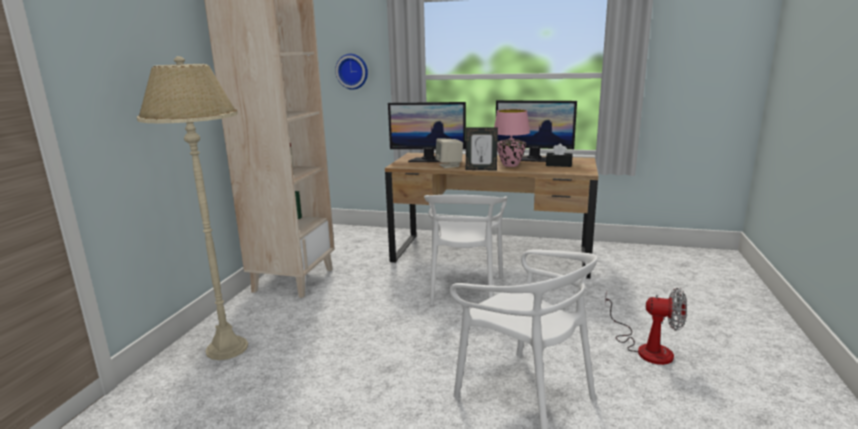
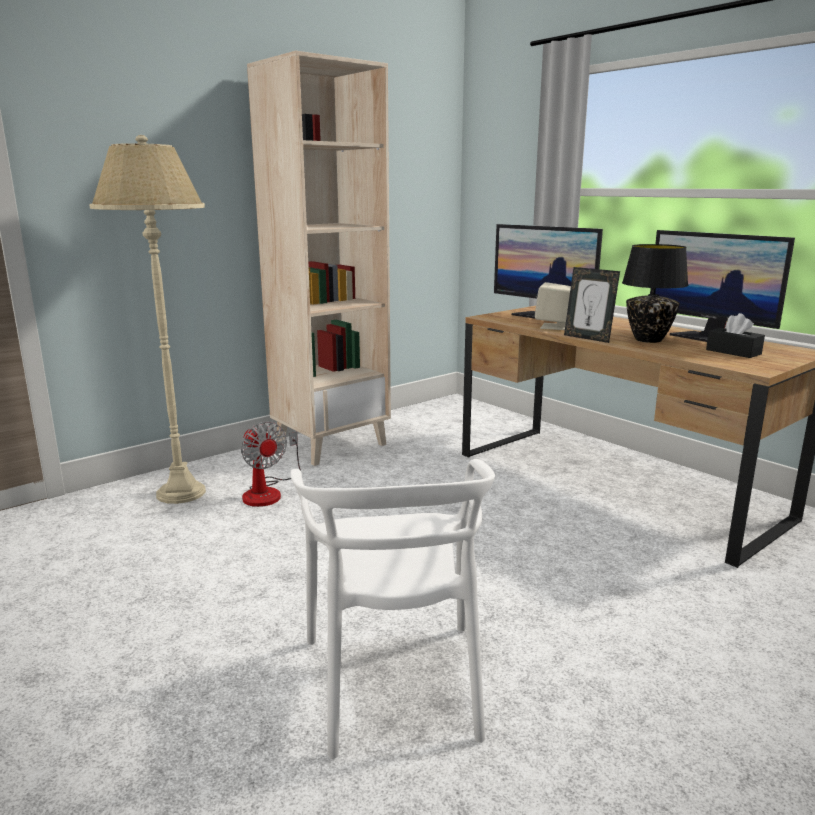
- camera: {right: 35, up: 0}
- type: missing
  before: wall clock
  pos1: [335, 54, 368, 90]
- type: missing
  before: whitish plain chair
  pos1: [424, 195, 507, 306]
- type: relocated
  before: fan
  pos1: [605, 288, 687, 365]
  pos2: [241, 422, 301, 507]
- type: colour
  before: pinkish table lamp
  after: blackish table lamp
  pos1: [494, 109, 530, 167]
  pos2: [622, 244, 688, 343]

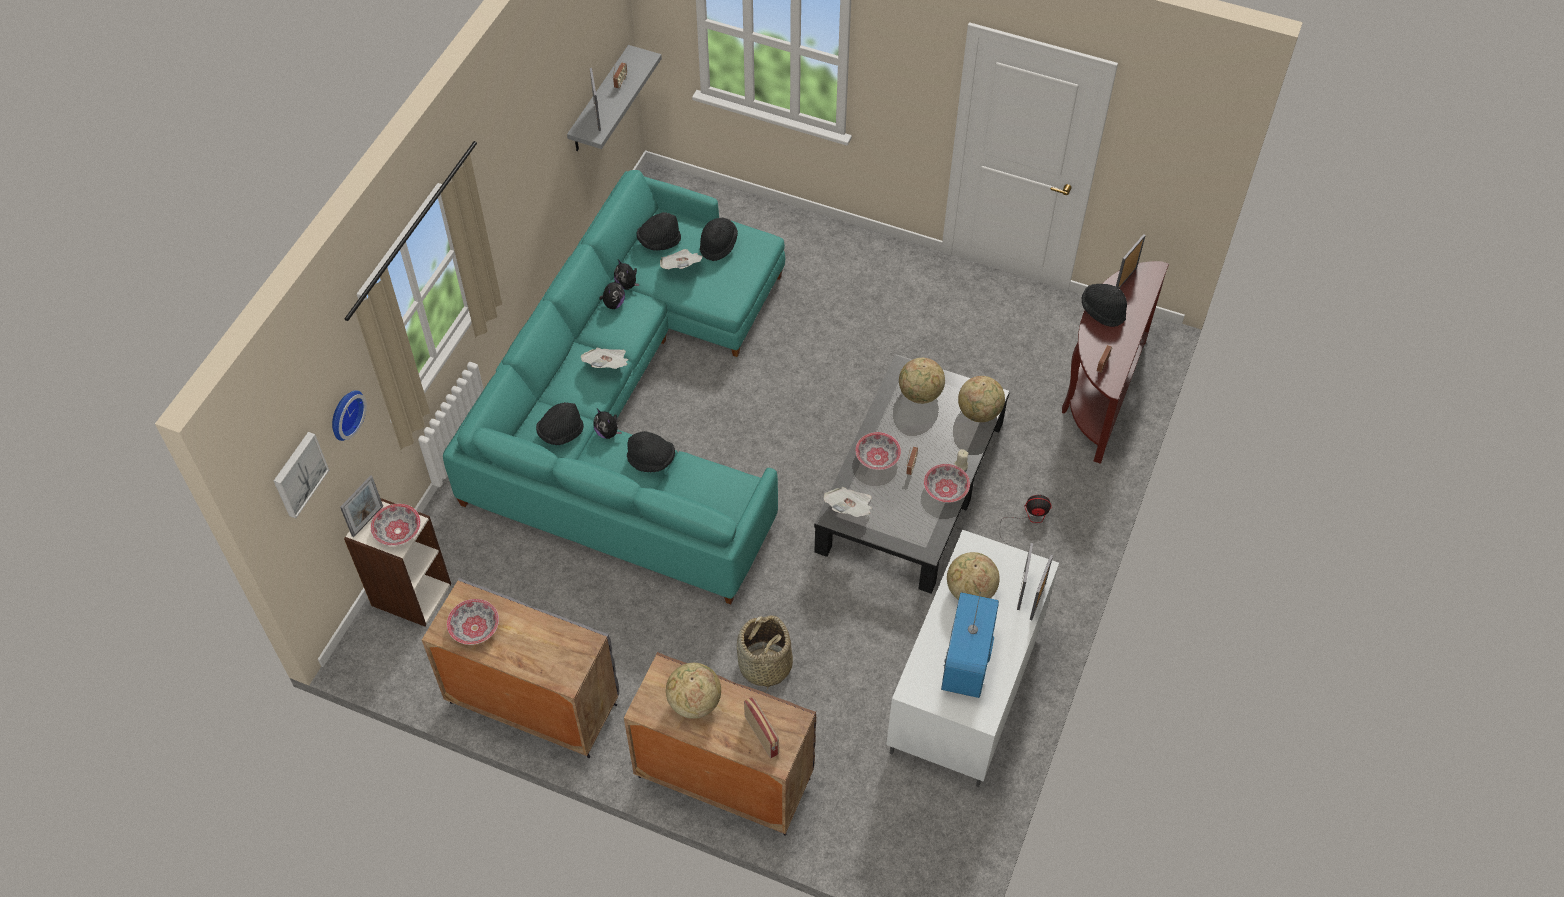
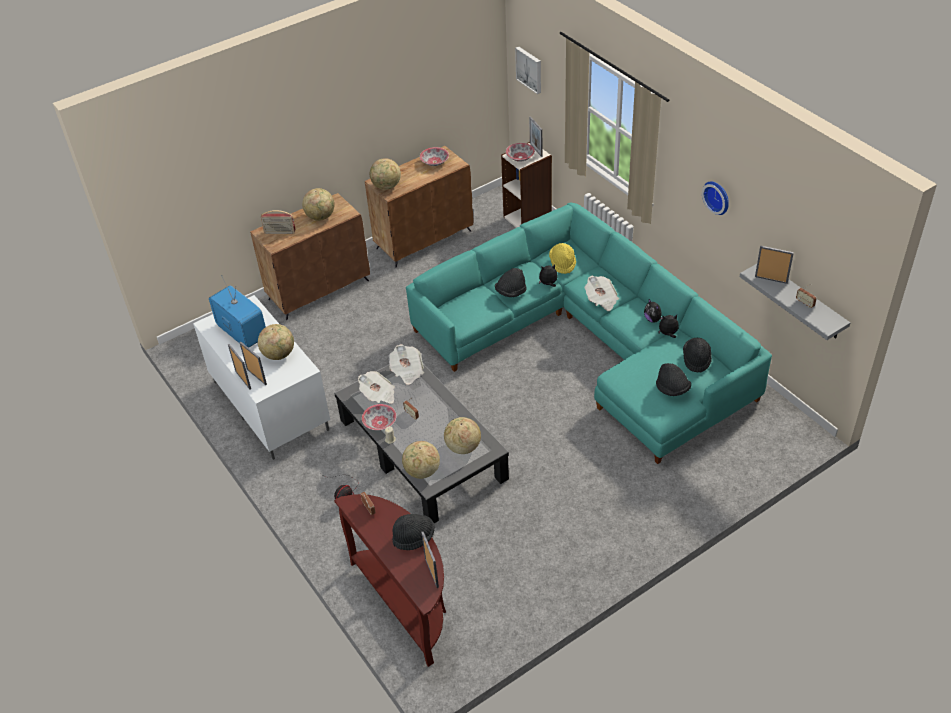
- camera: {right: 125, up: -10}
- type: missing
  before: storage basket
  pos1: [737, 615, 793, 691]
- type: missing
  before: serving bowl
  pos1: [855, 432, 901, 470]
- type: appeared
  after: world globe
  pos2: [370, 158, 401, 190]
- type: relocated
  before: wall clock
  pos1: [332, 390, 367, 441]
  pos2: [702, 181, 729, 215]
- type: relocated
  before: printed paper
  pos1: [660, 249, 703, 269]
  pos2: [358, 371, 395, 404]
- type: colour
  before: greyish cupboard
  after: brown-coloured cupboard
  pos1: [422, 578, 619, 758]
  pos2: [365, 146, 473, 268]
- type: colour
  before: blackish hat
  after: yellow-coloured hat
  pos1: [536, 402, 584, 445]
  pos2: [549, 243, 576, 274]

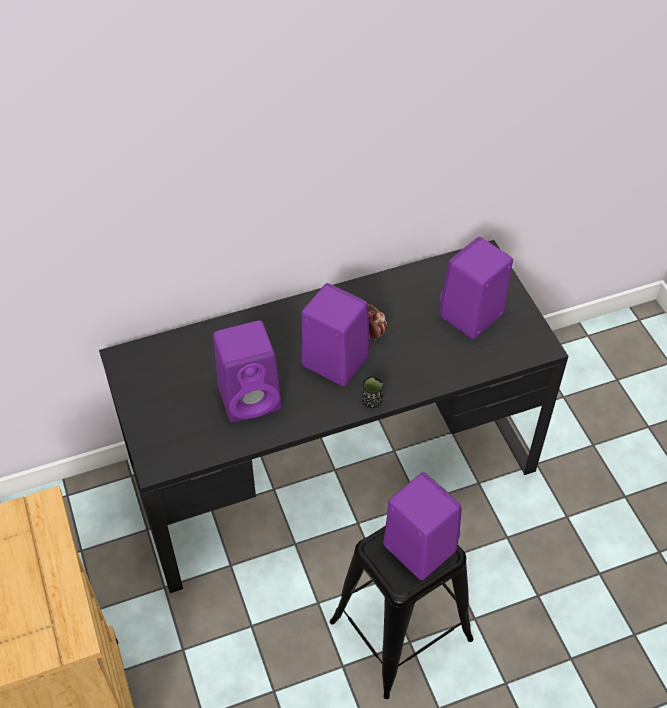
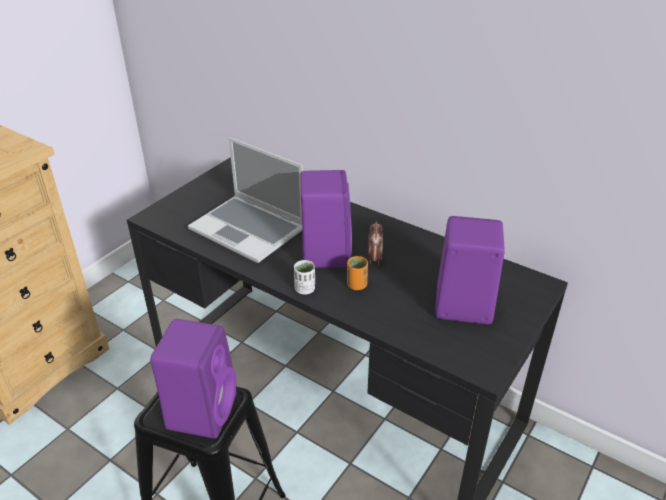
- camera: {right: 55, up: -15}
- type: appeared
  after: orange cup
  pos2: [347, 256, 368, 290]
- type: exchanged
  before: purplish audio speaker
  after: notebook computer
  pos1: [213, 320, 281, 423]
  pos2: [188, 137, 303, 263]
- type: colour
  before: blackish cup
  after: whitish cup
  pos1: [362, 376, 384, 408]
  pos2: [294, 260, 315, 295]

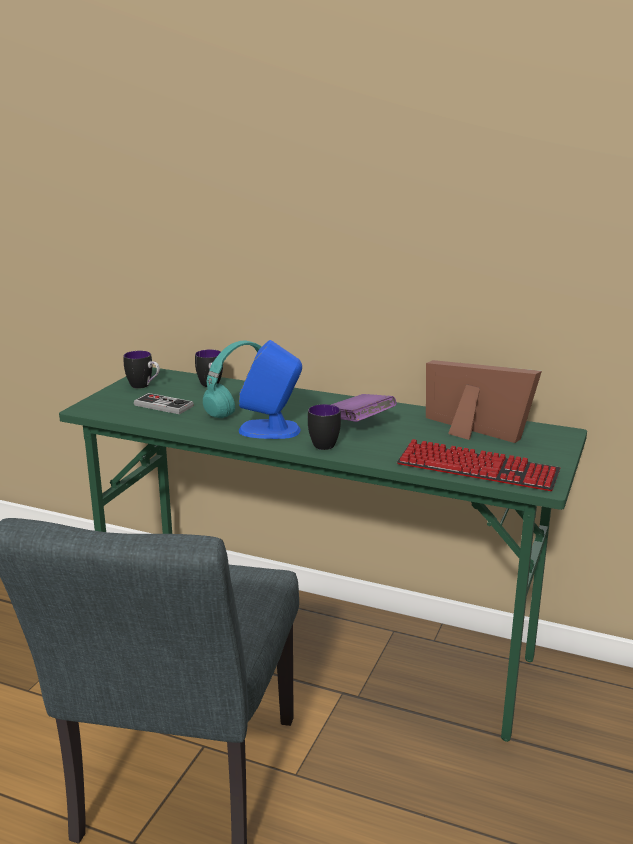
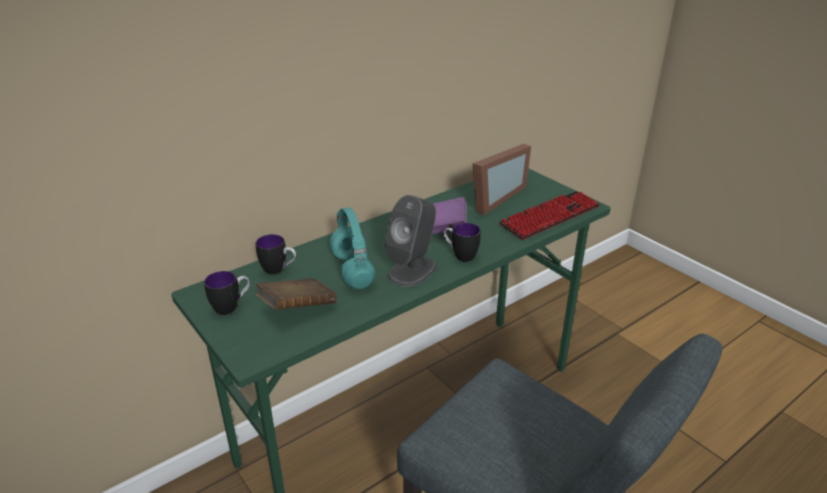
- camera: {right: -60, up: 10}
- type: exchanged
  before: gamepad
  after: brown-coloured book
  pos1: [134, 393, 194, 414]
  pos2: [256, 278, 337, 310]
- type: colour
  before: blue-coloured audio speaker
  after: greyish audio speaker
  pos1: [239, 340, 302, 439]
  pos2: [385, 195, 437, 287]
- type: spun
  before: photo frame
  pos1: [426, 360, 542, 443]
  pos2: [473, 144, 531, 215]
  turn: 150

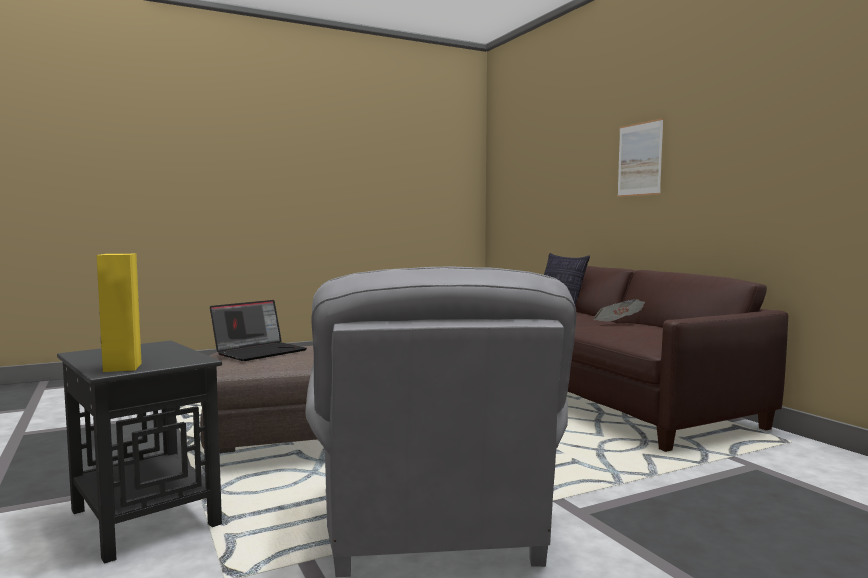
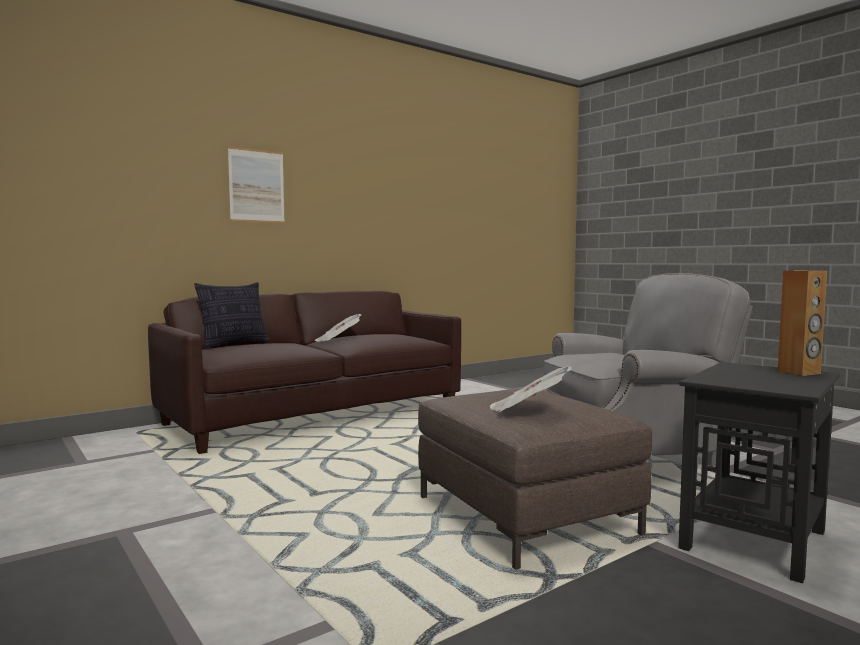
- camera: {right: -100, up: 0}
- type: exchanged
  before: notebook computer
  after: printed paper
  pos1: [210, 300, 307, 361]
  pos2: [489, 366, 572, 412]
- type: colour
  before: yellow-coloured audio speaker
  after: brown-coloured audio speaker
  pos1: [97, 254, 142, 372]
  pos2: [778, 271, 827, 376]

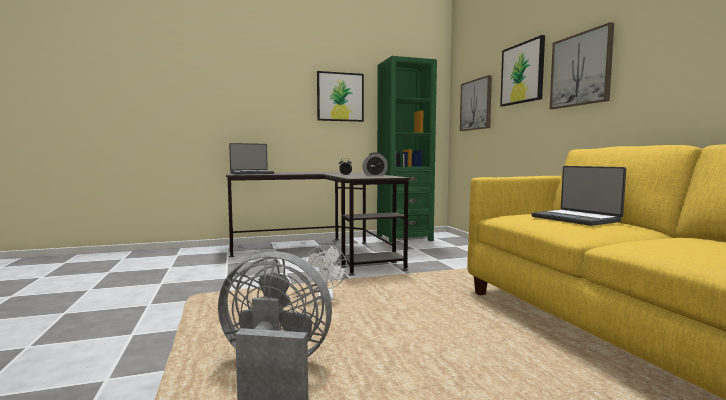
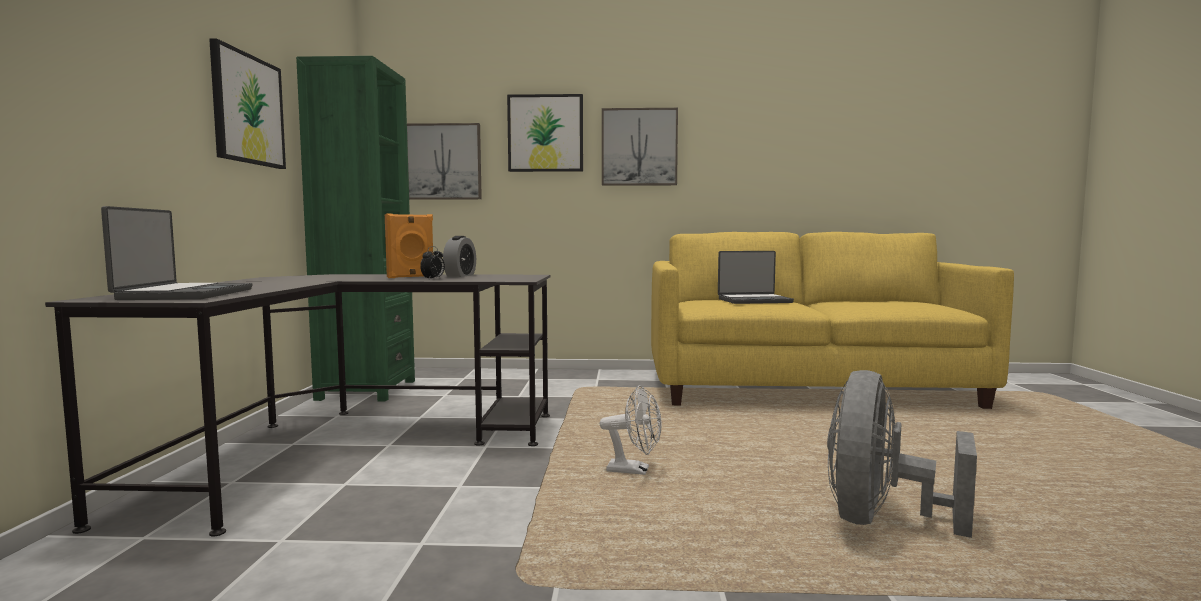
- camera: {right: -70, up: 0}
- type: appeared
  after: orange audio speaker
  pos2: [385, 214, 433, 278]

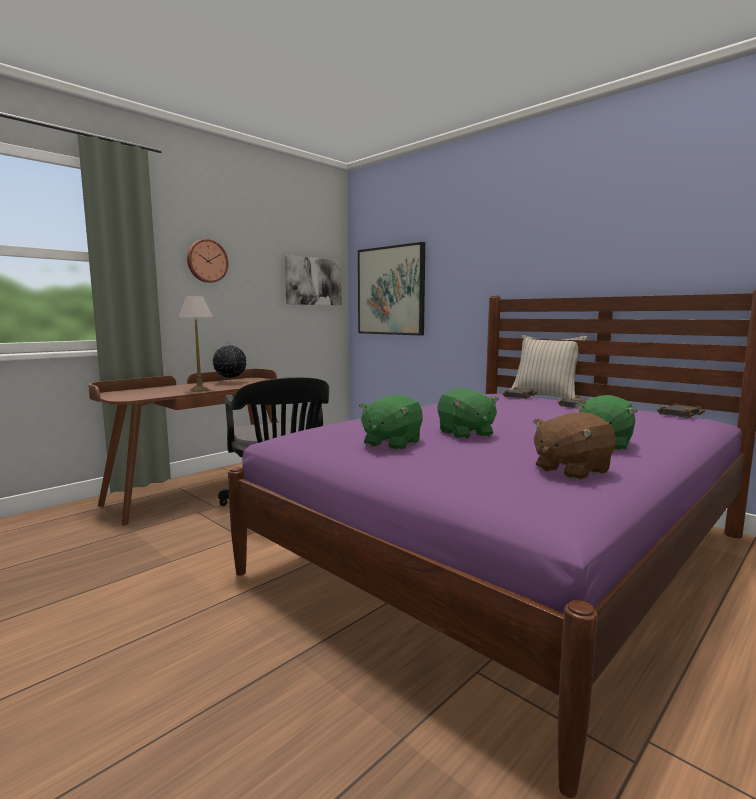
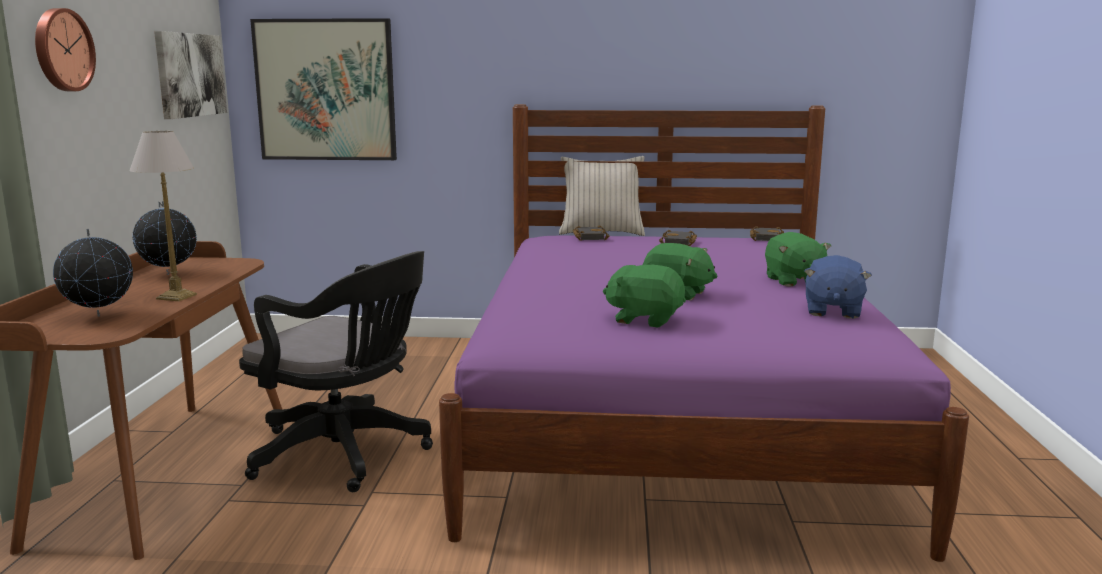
- camera: {right: -40, up: 5}
- type: appeared
  after: world globe
  pos2: [53, 229, 133, 317]
- type: colour
  before: brown-coloured cuddly toy
  after: blue-coloured cuddly toy
  pos1: [533, 412, 616, 480]
  pos2: [804, 255, 872, 319]
- type: spun
  before: green cuddly toy
  pos1: [359, 395, 423, 450]
  pos2: [603, 265, 686, 328]
  turn: 120

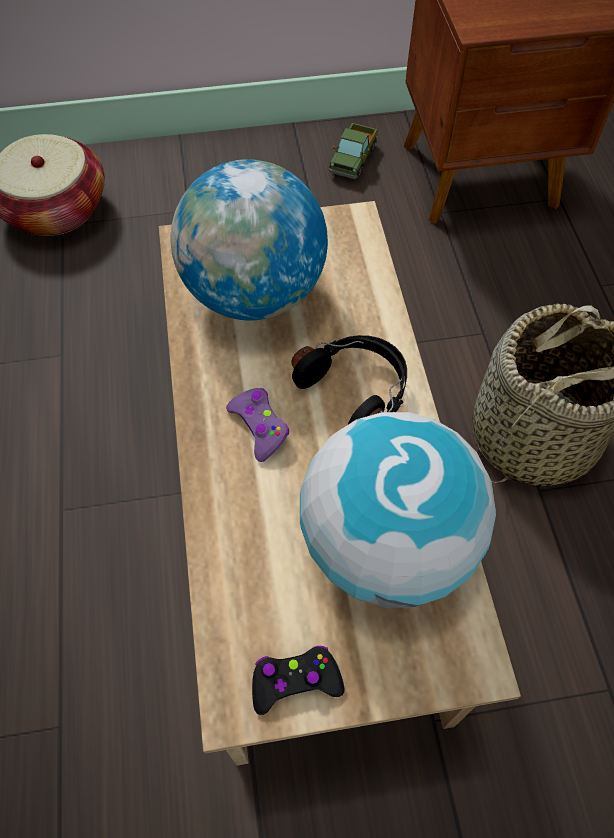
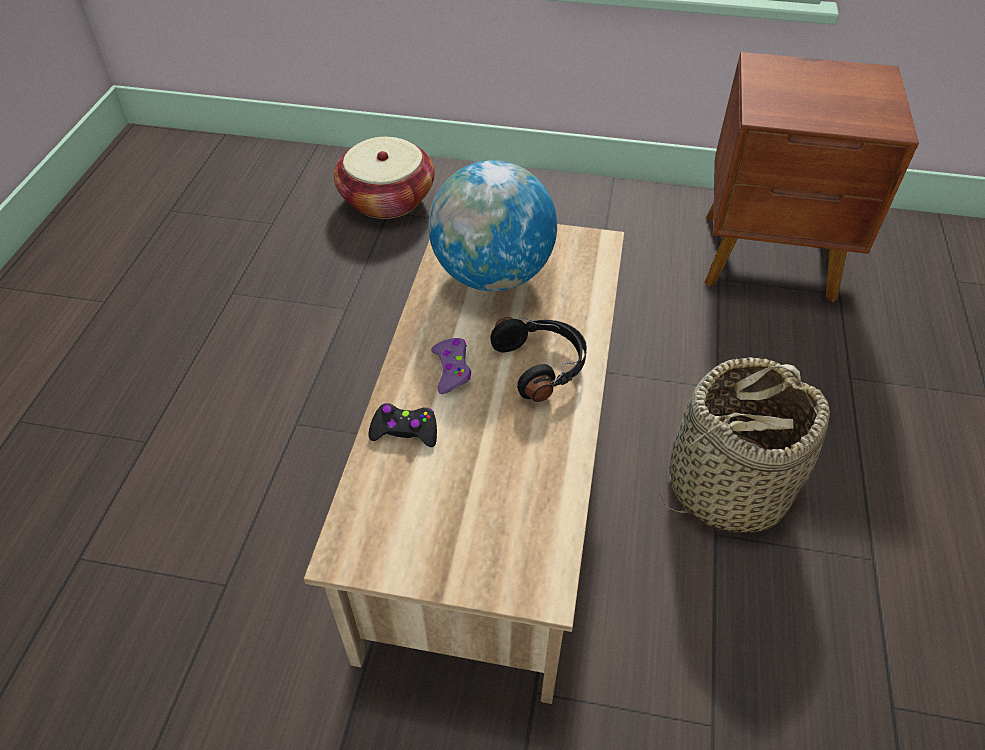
- camera: {right: 20, up: -10}
- type: missing
  before: world globe
  pos1: [300, 412, 496, 608]
- type: missing
  before: toy lorry
  pos1: [329, 123, 378, 179]
- type: relocated
  before: blackish gamepad
  pos1: [252, 646, 345, 715]
  pos2: [368, 403, 437, 447]

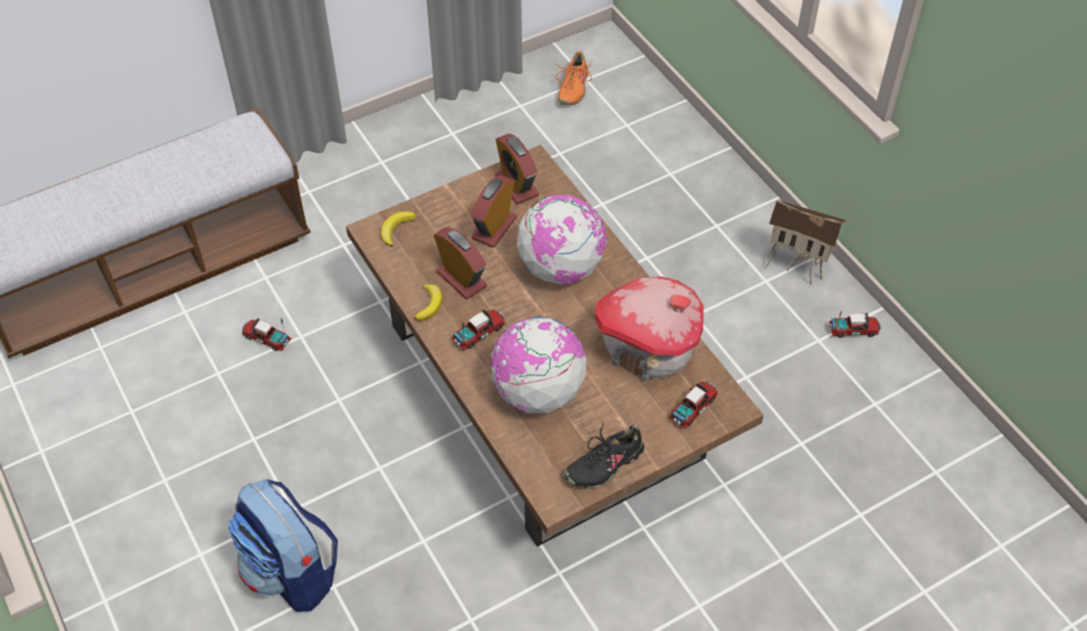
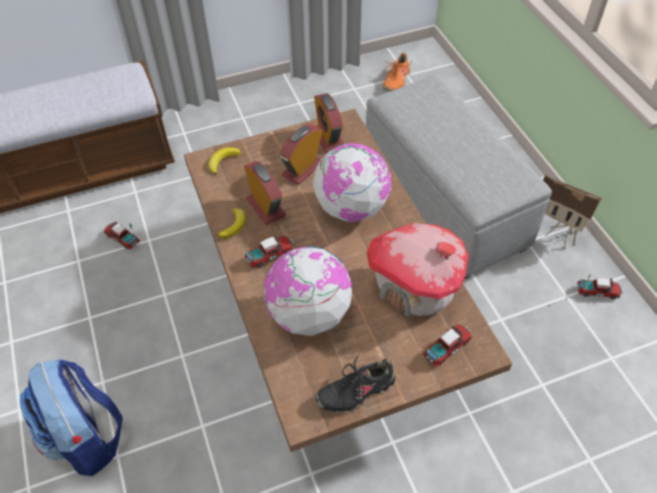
- camera: {right: 10, up: 0}
- type: appeared
  after: greyish pouffe
  pos2: [366, 76, 552, 279]

